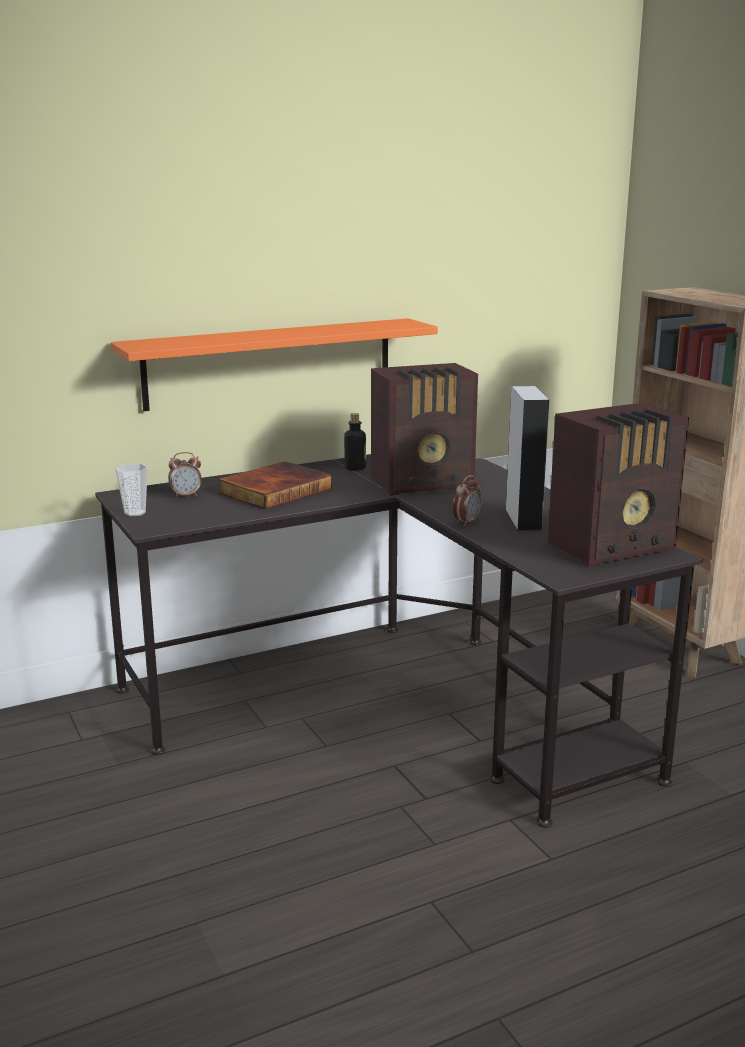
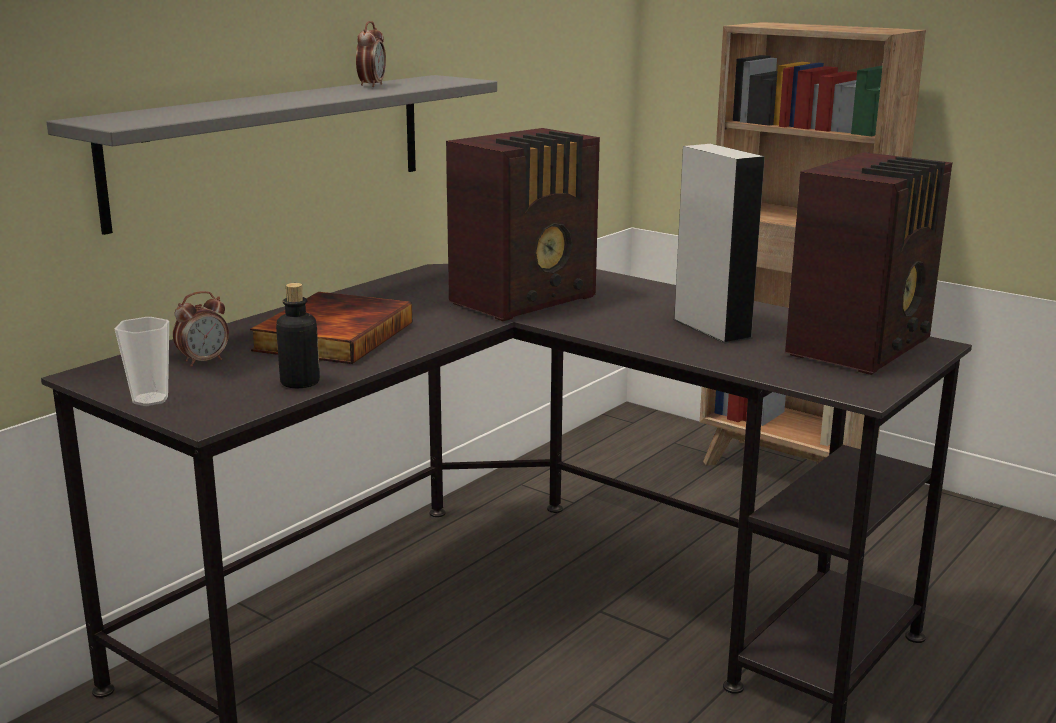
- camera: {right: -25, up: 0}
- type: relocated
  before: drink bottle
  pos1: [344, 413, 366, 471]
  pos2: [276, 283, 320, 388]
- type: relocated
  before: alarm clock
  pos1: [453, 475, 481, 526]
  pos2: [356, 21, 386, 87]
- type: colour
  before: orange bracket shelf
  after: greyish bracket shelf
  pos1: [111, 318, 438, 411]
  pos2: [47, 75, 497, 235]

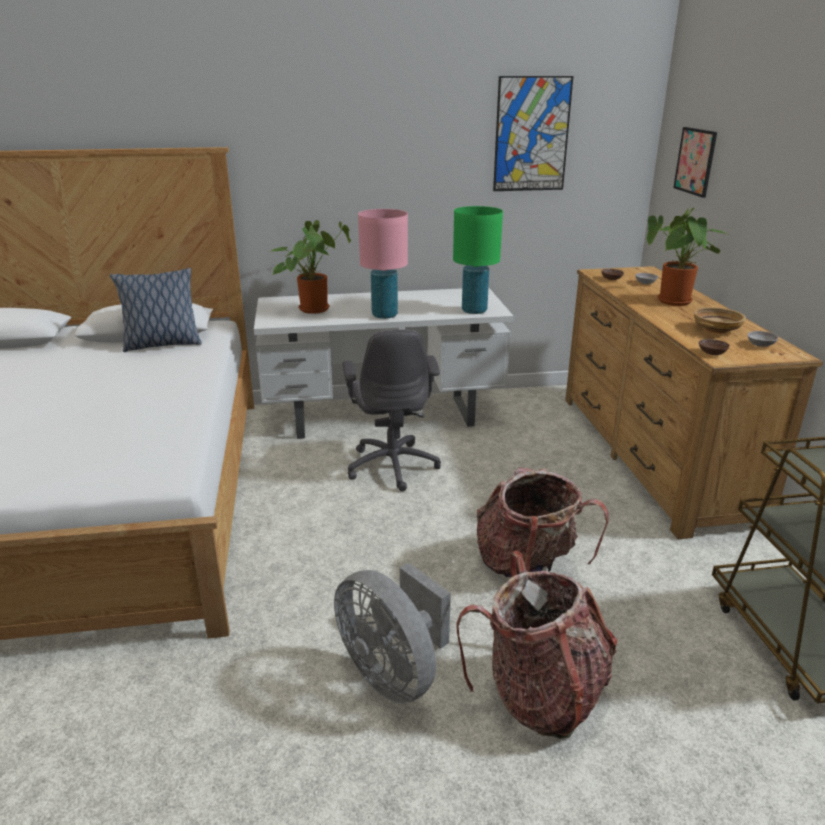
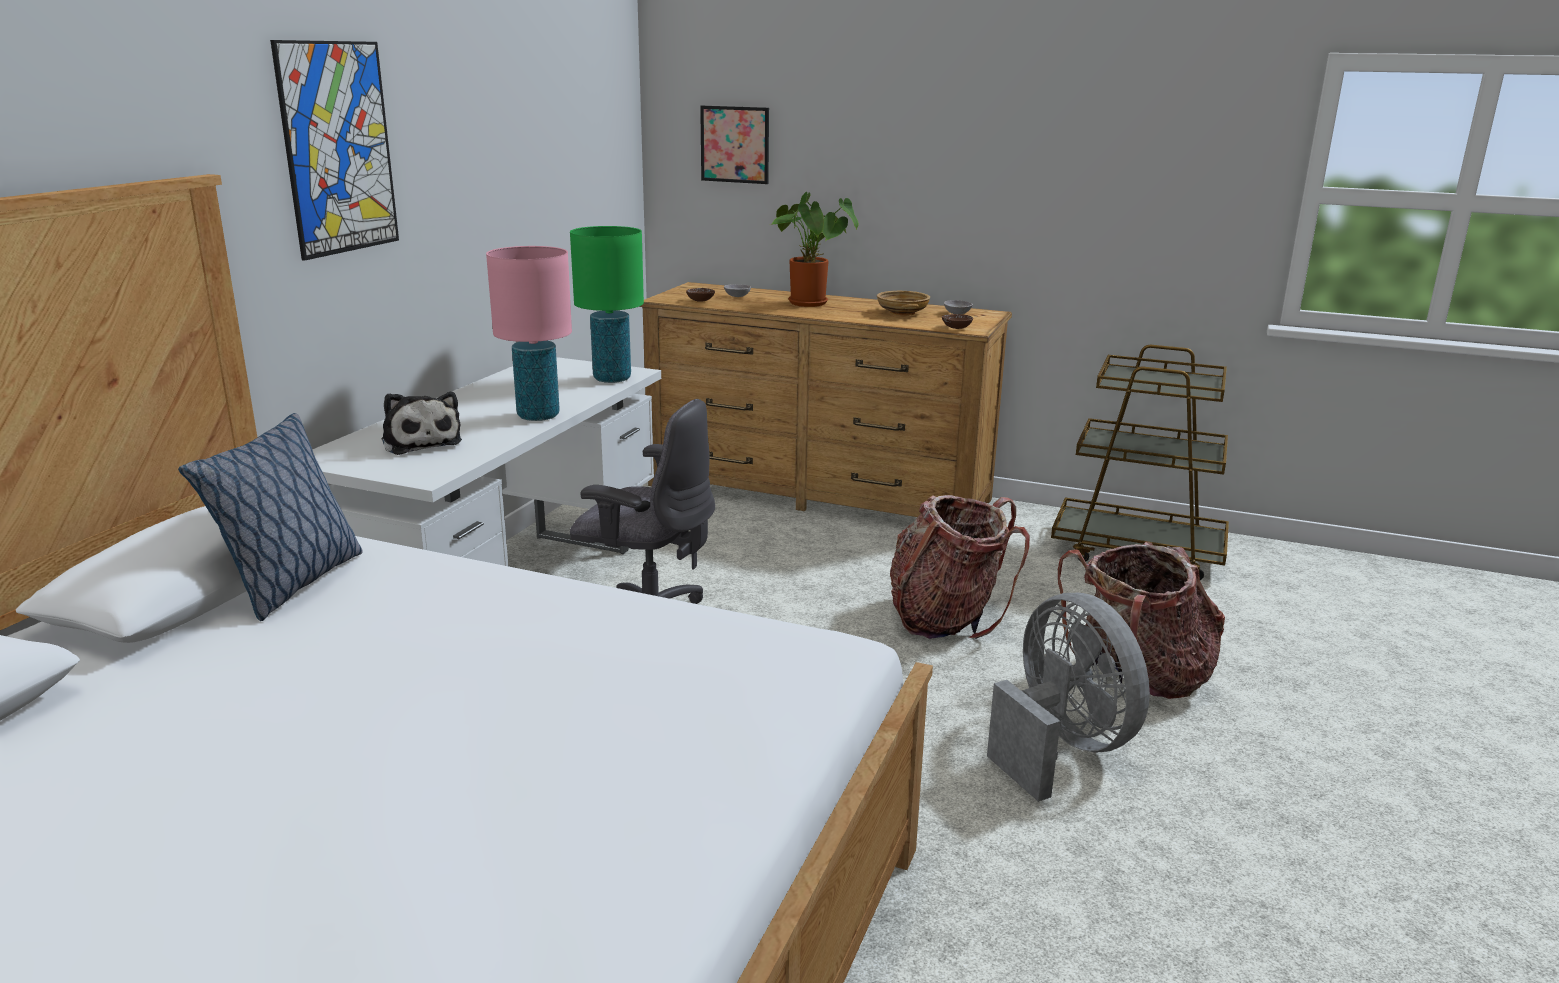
- camera: {right: -60, up: -5}
- type: relocated
  before: picture
  pos1: [493, 76, 573, 191]
  pos2: [270, 40, 399, 261]
- type: exchanged
  before: plant in a pot
  after: cuddly toy
  pos1: [268, 220, 351, 314]
  pos2: [382, 392, 462, 455]
- type: spun
  before: greyish fan
  pos1: [334, 563, 451, 704]
  pos2: [987, 593, 1150, 802]
  turn: -105

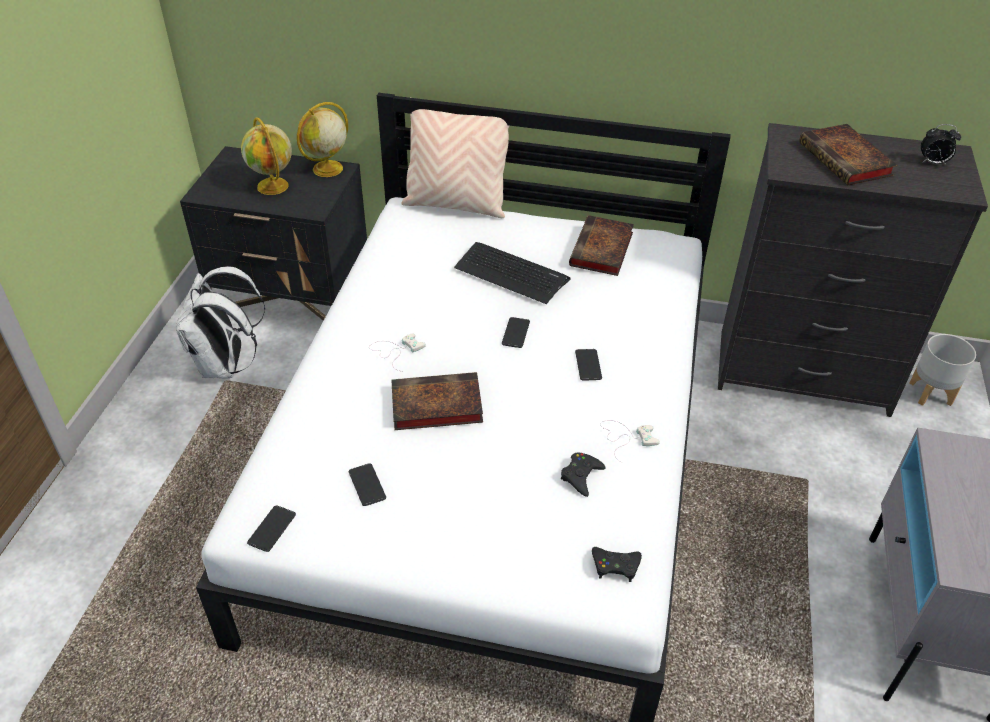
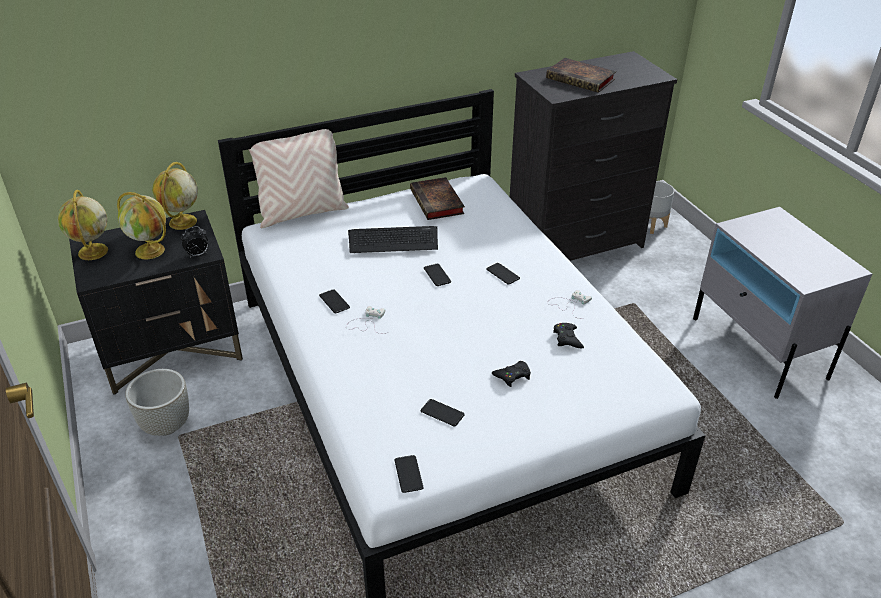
- camera: {right: -35, up: -5}
- type: missing
  before: book
  pos1: [391, 372, 483, 430]
- type: appeared
  after: world globe
  pos2: [58, 190, 108, 260]
- type: appeared
  after: telephone
  pos2: [319, 289, 350, 313]
- type: relocated
  before: blackish gamepad
  pos1: [592, 547, 642, 582]
  pos2: [492, 361, 531, 387]
- type: relocated
  before: alarm clock
  pos1: [921, 124, 961, 165]
  pos2: [180, 226, 208, 258]
- type: exchanged
  before: whitish rucksack
  after: greyish plant pot
  pos1: [176, 266, 265, 378]
  pos2: [125, 369, 189, 436]

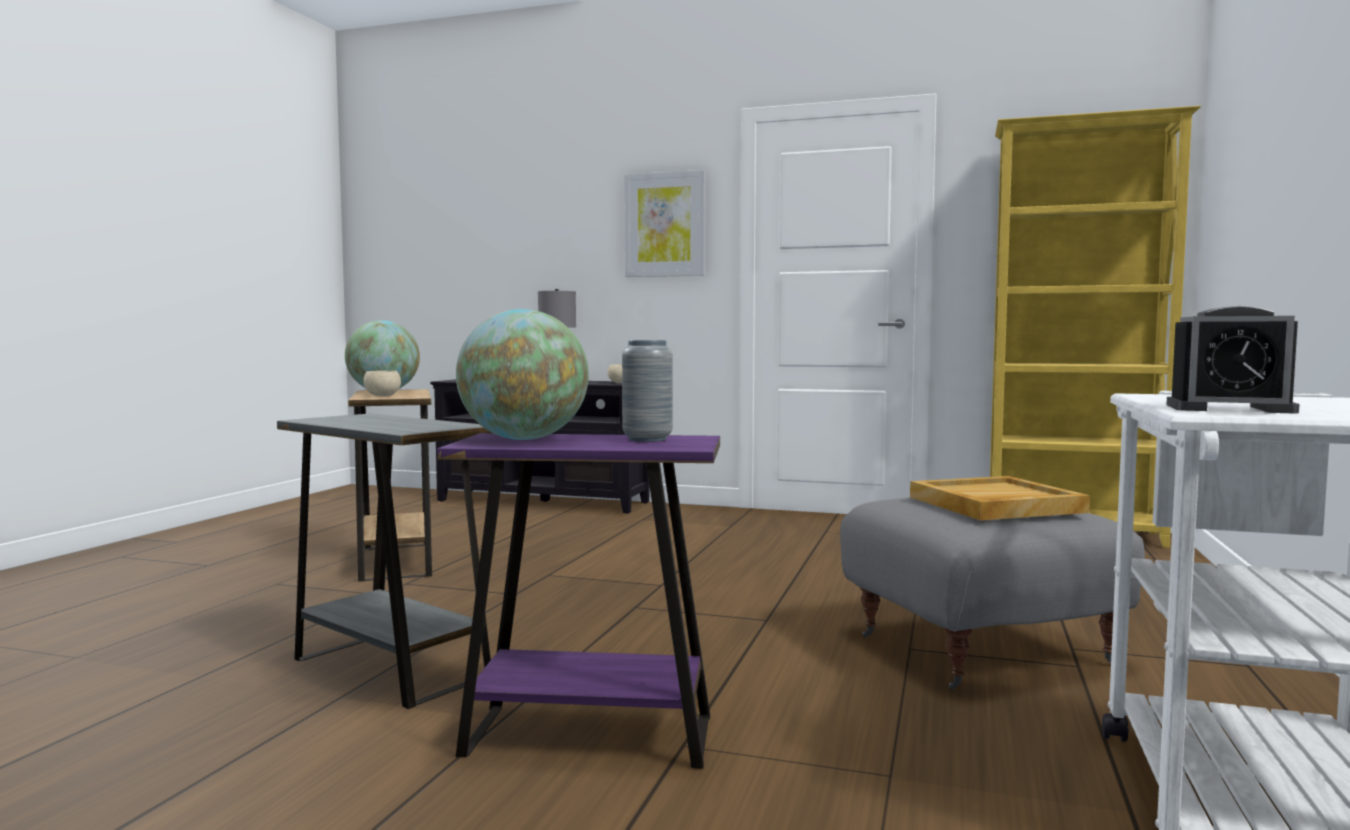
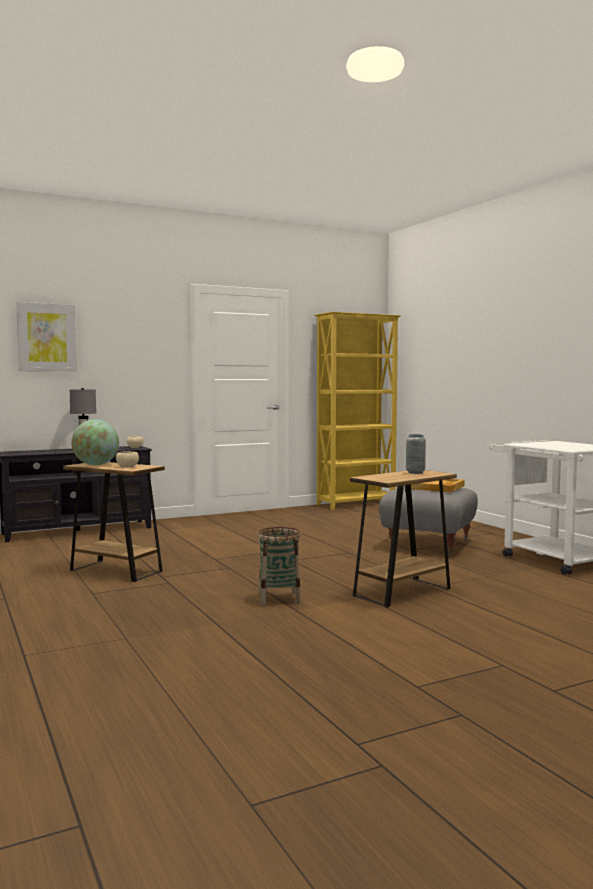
- camera: {right: -45, up: 0}
- type: missing
  before: world globe
  pos1: [456, 309, 589, 440]
- type: missing
  before: alarm clock
  pos1: [1166, 306, 1299, 413]
- type: relocated
  before: picture
  pos1: [624, 170, 705, 277]
  pos2: [16, 302, 77, 372]
- type: exchanged
  before: greyish accent table
  after: storage basket
  pos1: [277, 414, 492, 709]
  pos2: [258, 527, 301, 606]
- type: colour
  before: purplish accent table
  after: brown-coloured accent table
  pos1: [437, 433, 720, 768]
  pos2: [349, 470, 457, 607]

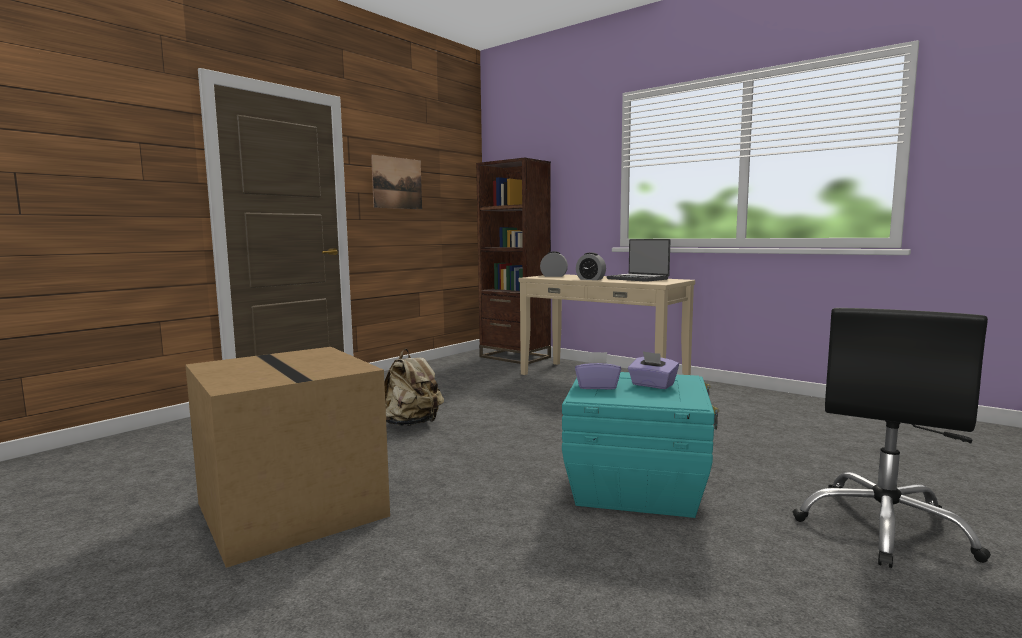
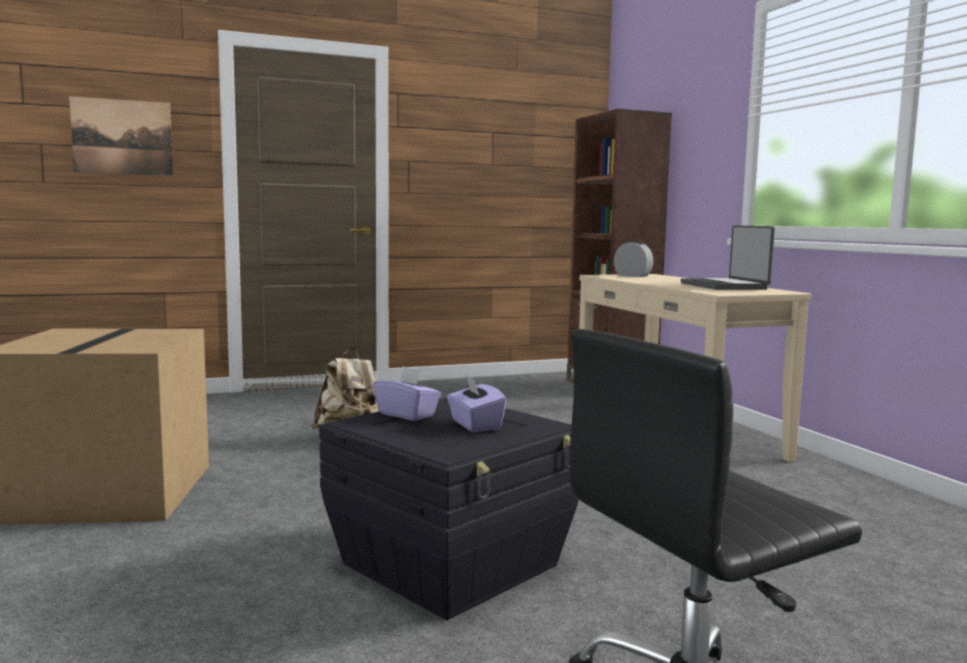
- camera: {right: 30, up: 0}
- type: missing
  before: alarm clock
  pos1: [576, 252, 606, 280]
- type: relocated
  before: picture
  pos1: [371, 154, 422, 209]
  pos2: [69, 96, 173, 176]
- type: colour
  before: turquoise-coloured storage bin
  after: blackish storage bin
  pos1: [562, 372, 719, 518]
  pos2: [319, 397, 579, 620]

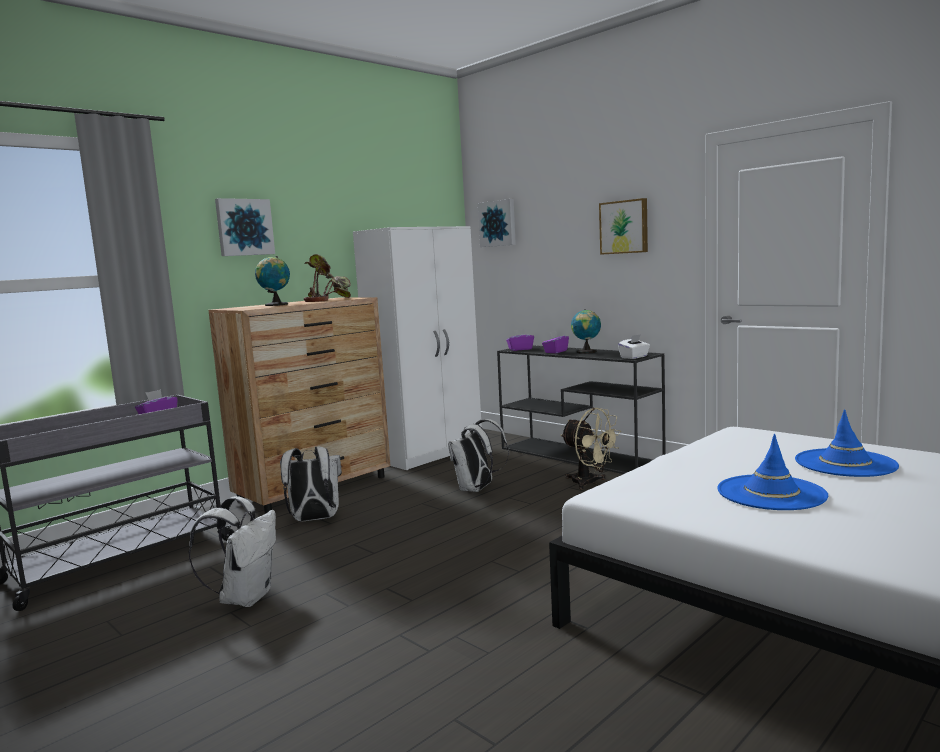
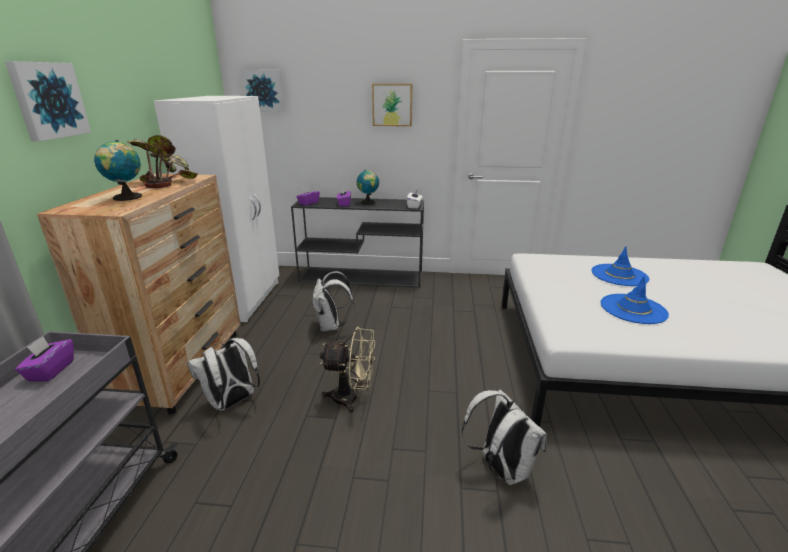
- camera: {right: -40, up: 15}
- type: relocated
  before: whitish rucksack
  pos1: [189, 496, 276, 607]
  pos2: [462, 390, 547, 485]
- type: relocated
  before: beige fan
  pos1: [561, 408, 621, 490]
  pos2: [320, 327, 375, 413]

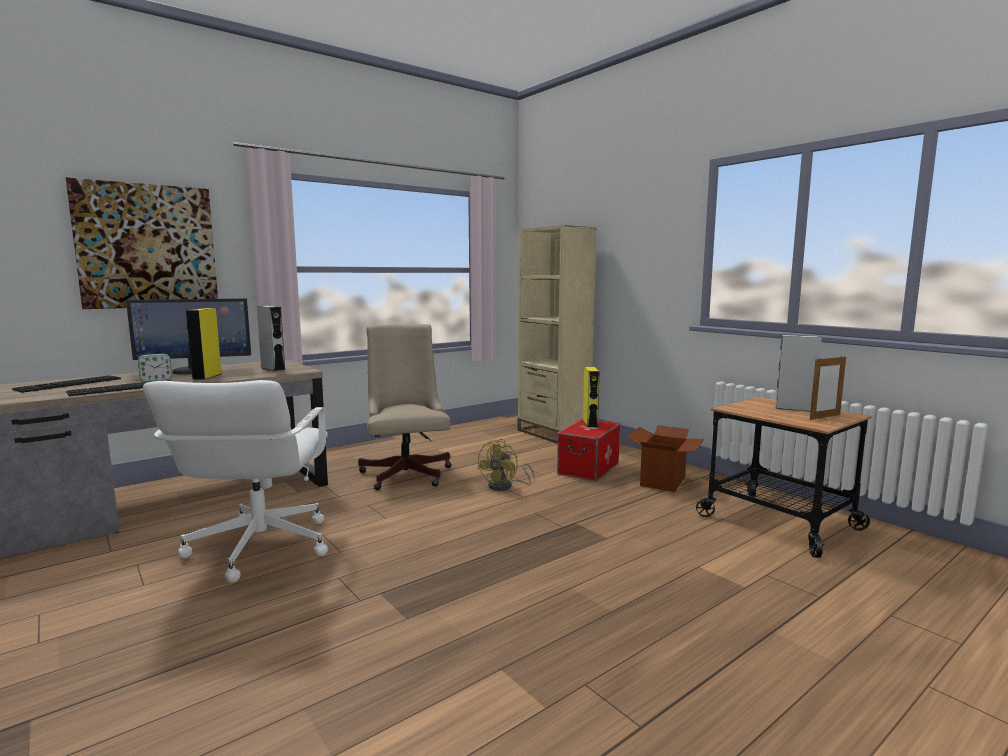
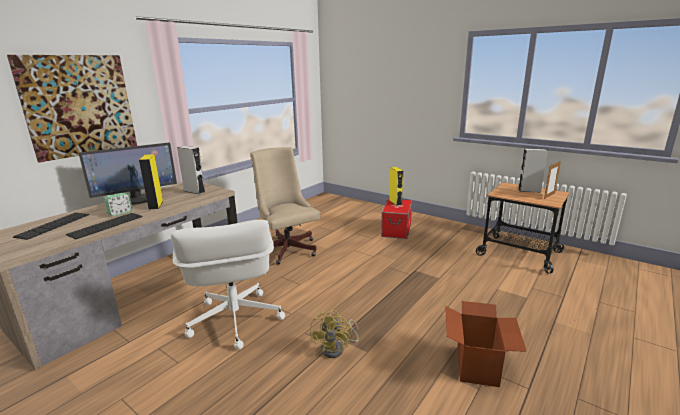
- camera: {right: -15, up: 10}
- type: missing
  before: beige bookshelf
  pos1: [517, 225, 597, 444]
- type: relocated
  before: yellow-coloured fan
  pos1: [477, 439, 535, 491]
  pos2: [310, 310, 359, 358]
- type: relocated
  before: cardboard box
  pos1: [627, 425, 704, 492]
  pos2: [445, 301, 527, 387]

